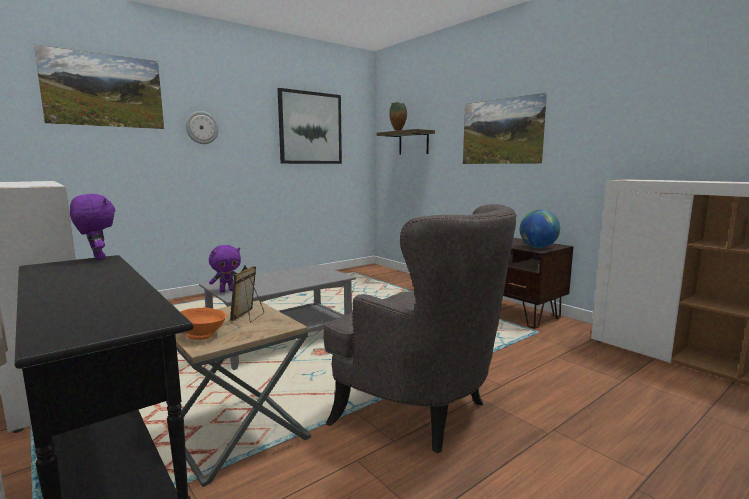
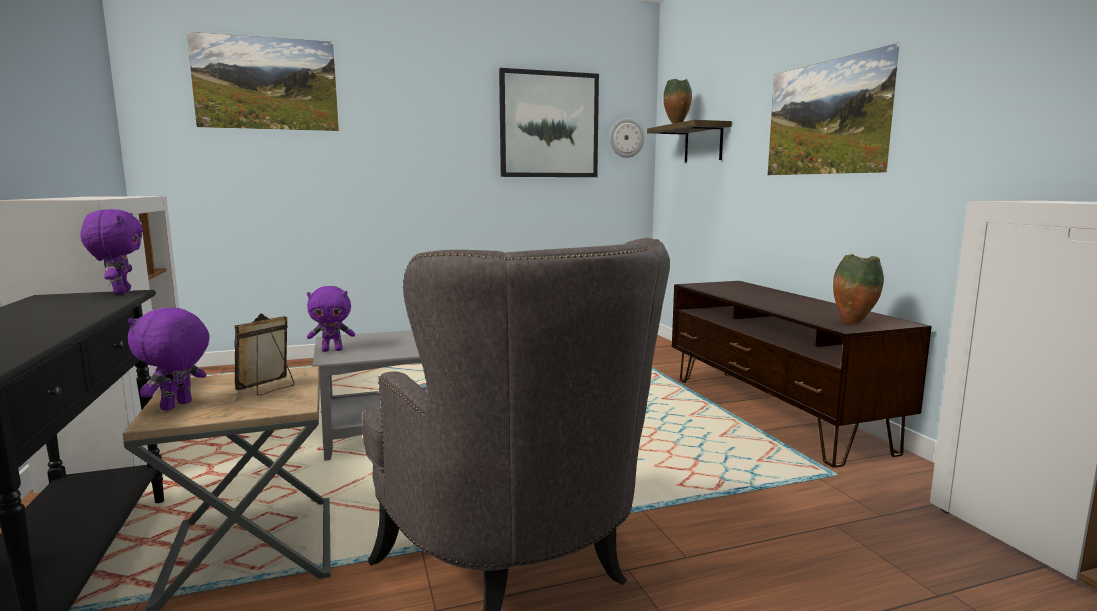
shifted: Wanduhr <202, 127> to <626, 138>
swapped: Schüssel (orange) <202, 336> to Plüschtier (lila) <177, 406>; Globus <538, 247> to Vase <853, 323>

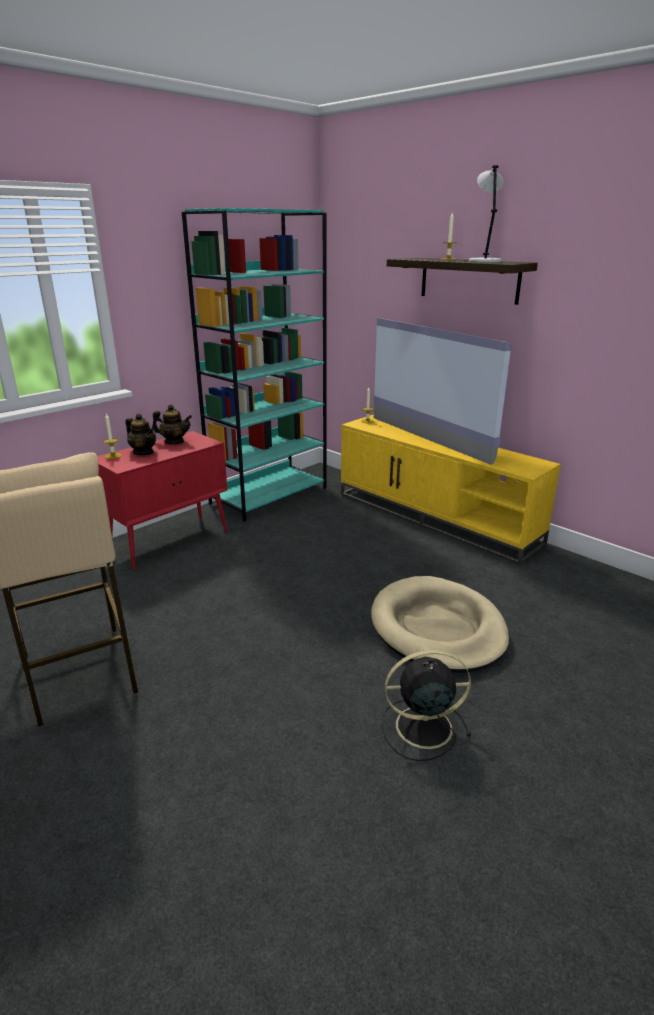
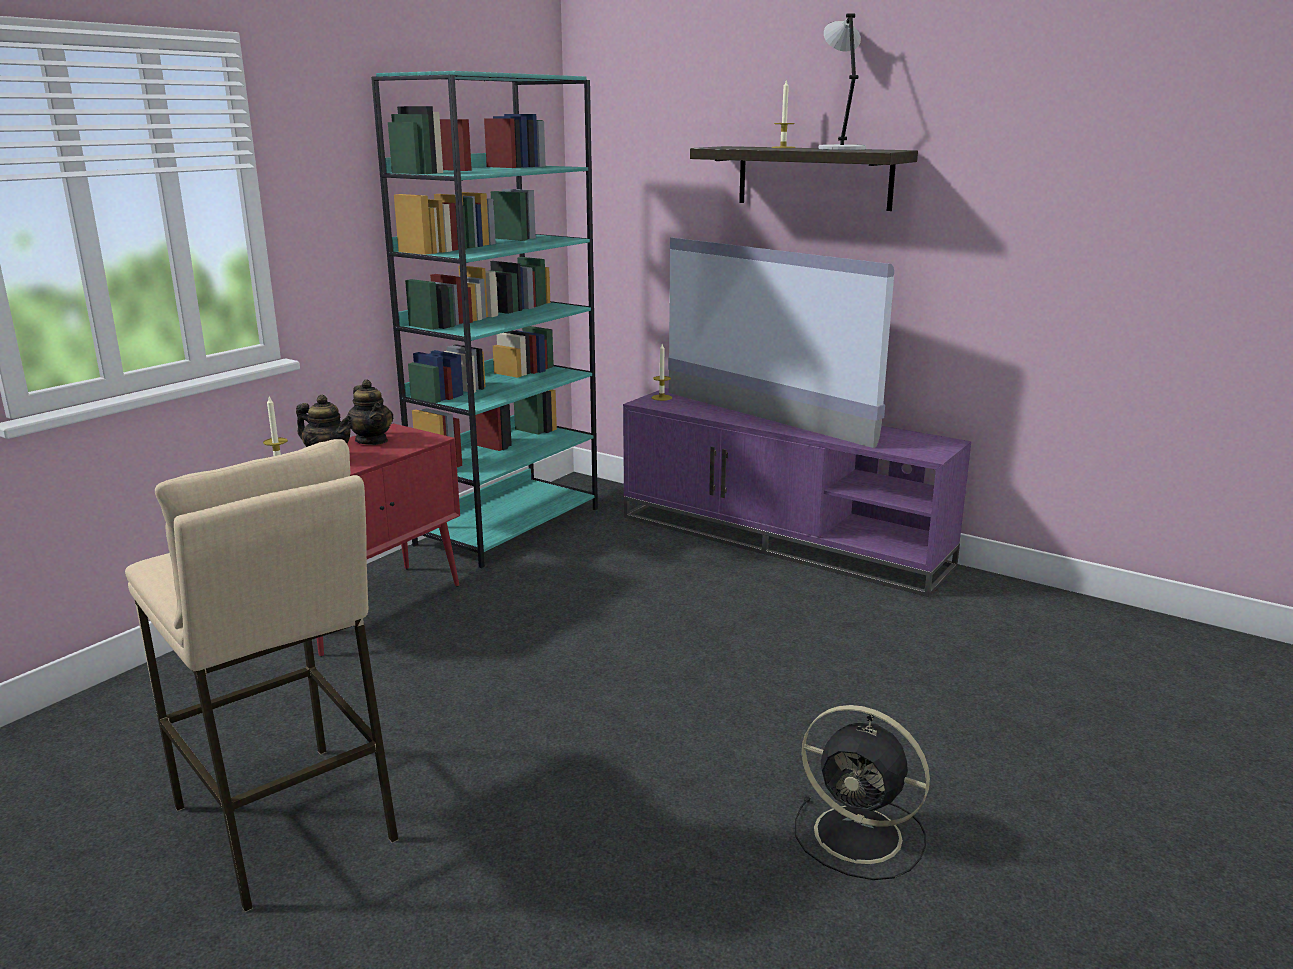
gone: Hundebett (beige) <437, 628>
repainted: Fernsehschrank (gelb) <436, 517> to Fernsehschrank (lila) <783, 540>
rotated: Teekanne <174, 442> = <372, 441> 60 degrees clockwise; Ventilator (schwarz) <421, 727> = <861, 836> 135 degrees counterclockwise

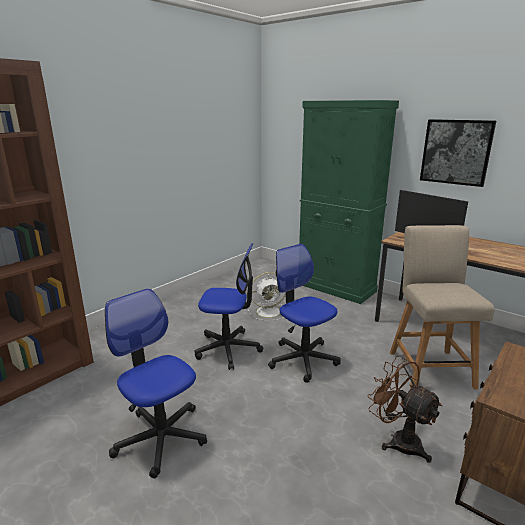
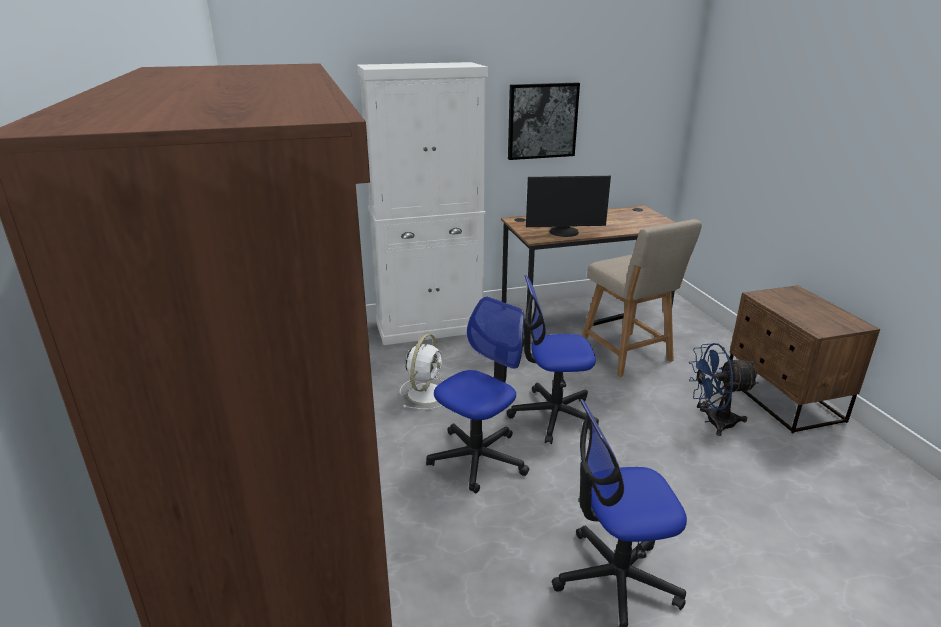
repainted: Schrank (grün) <336, 287> to Schrank (weiß) <430, 327>; Ventilator (braun) <399, 440> to Ventilator (blau) <713, 422>
rotated: Stuhl (beige) <429, 367> = <628, 356> 150 degrees counterclockwise

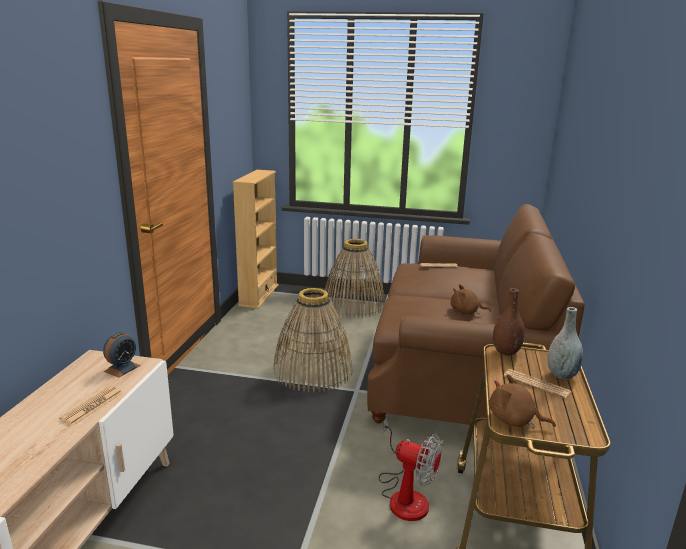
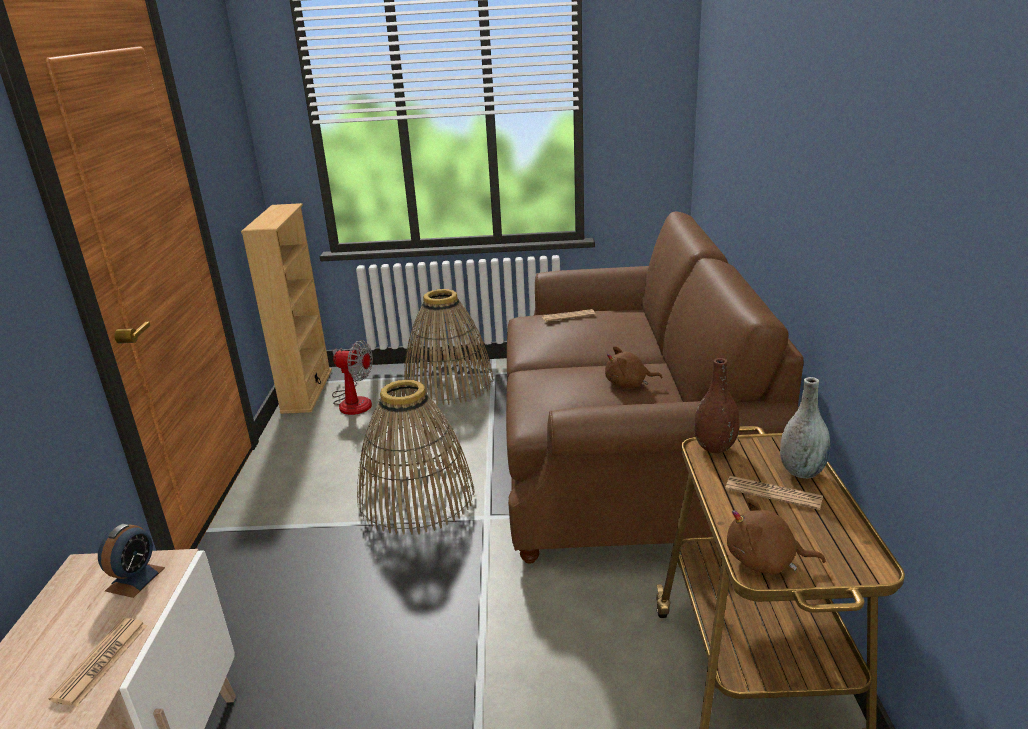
shifted: Ventilator <405, 495> to <353, 401>

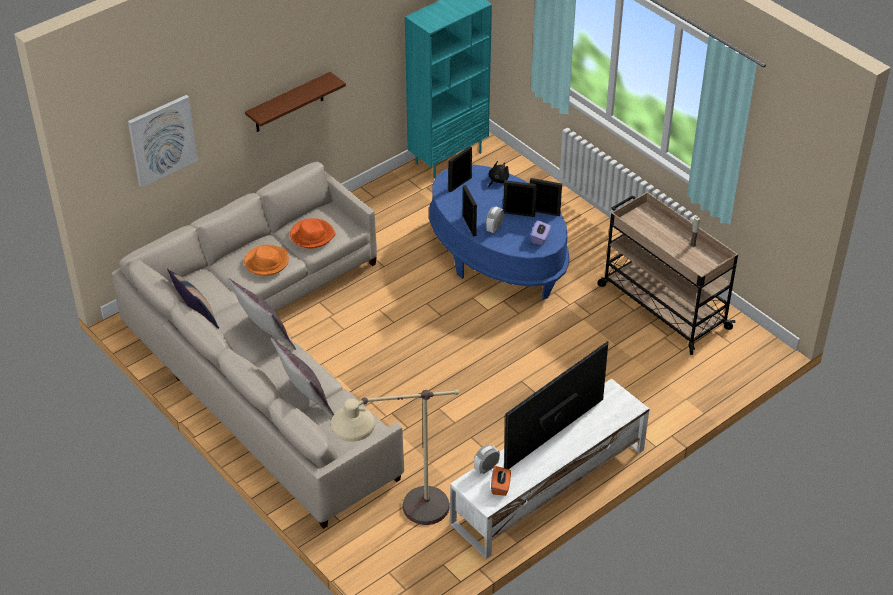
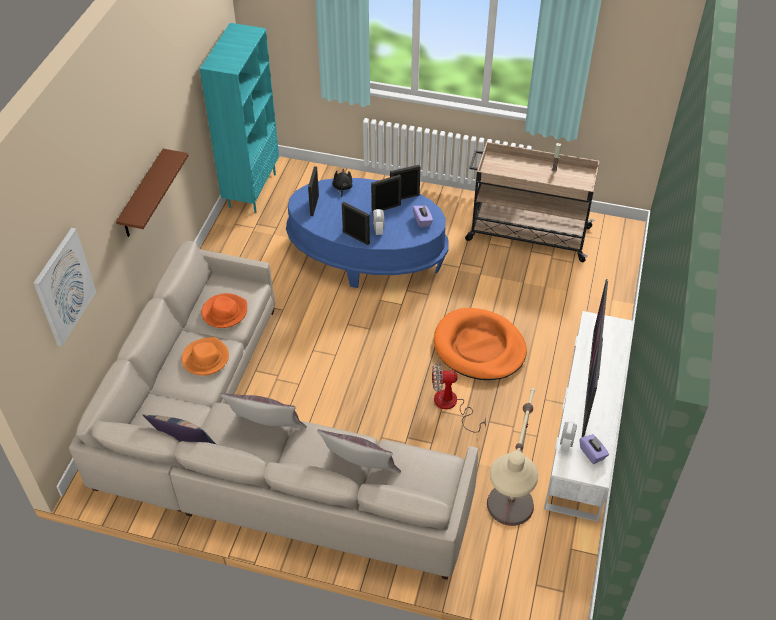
new: Ventilator <451, 405>; Hundebett (orange) <479, 347>
repainted: Taschentuchbox (orange) <500, 486> to Taschentuchbox (lila) <592, 453>

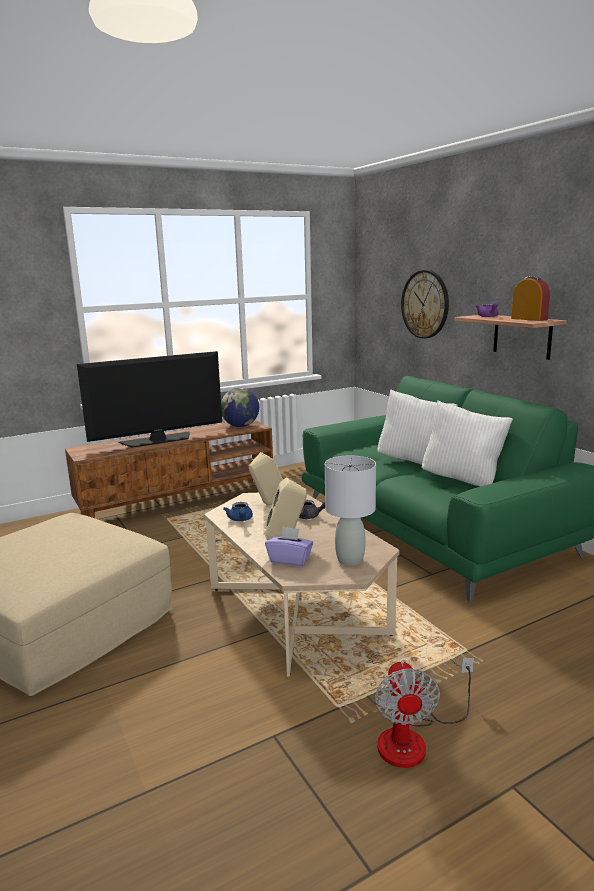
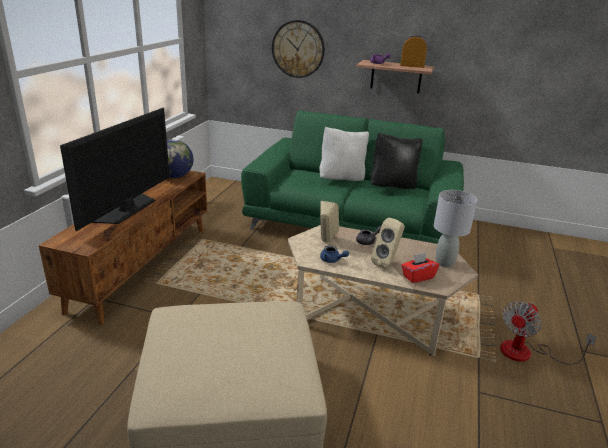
repainted: Taschentuchbox (lila) <290, 560> to Taschentuchbox (rot) <417, 277>; Kissen (weiß) <463, 480> to Kissen (schwarz) <392, 186>
rotated: Ventilator <414, 739> = <526, 353> 90 degrees clockwise

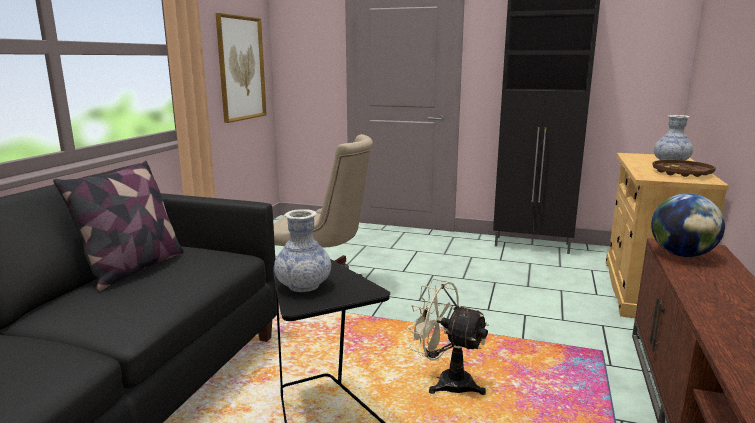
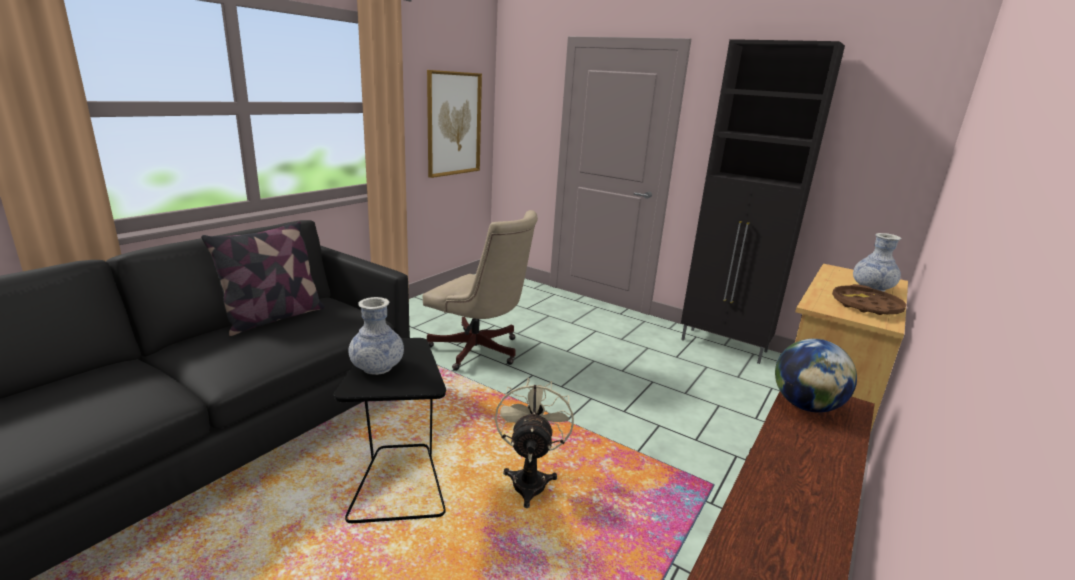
rotated: Ventilator (beige) <446, 381> = <529, 479> 45 degrees clockwise

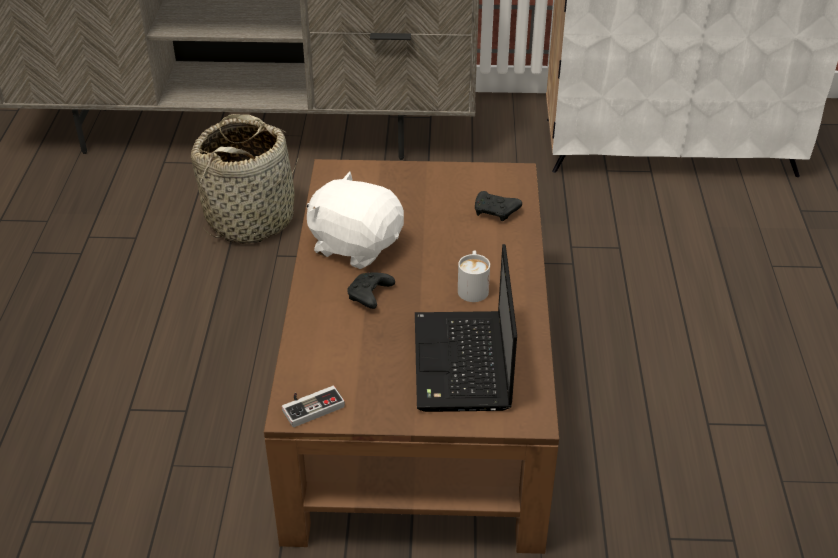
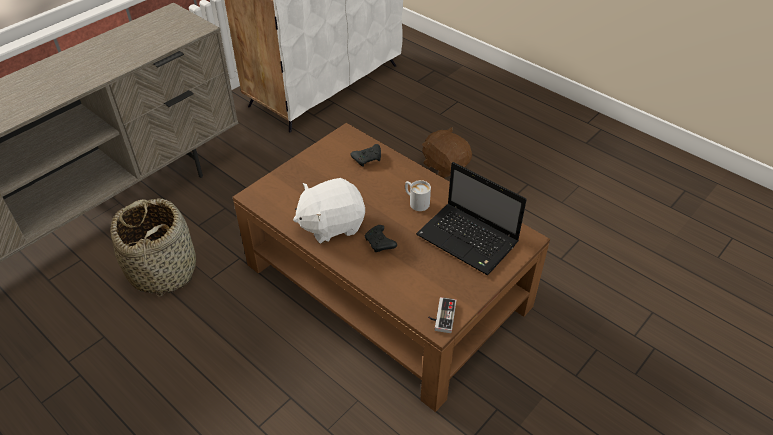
new: Plüschtier (braun) <445, 165>

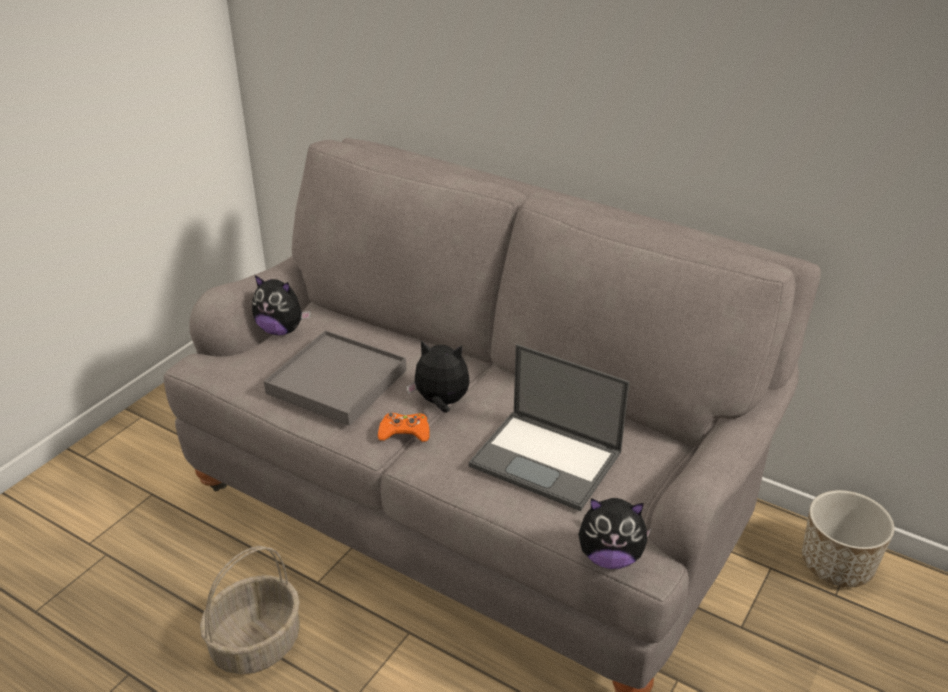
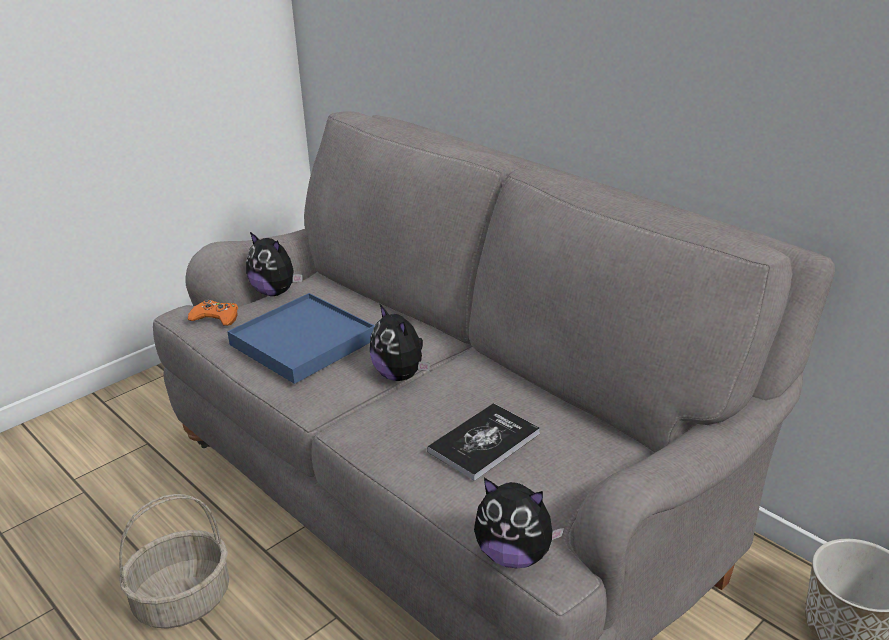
shifted: Gamepad (orange) <404, 432> to <216, 318>
swapped: Laptop <547, 459> to Buch <484, 442>
repainted: Tablett (grau) <336, 382> to Tablett (blau) <302, 342>
rotated: Plüschtier <441, 403> = <400, 375> 150 degrees counterclockwise

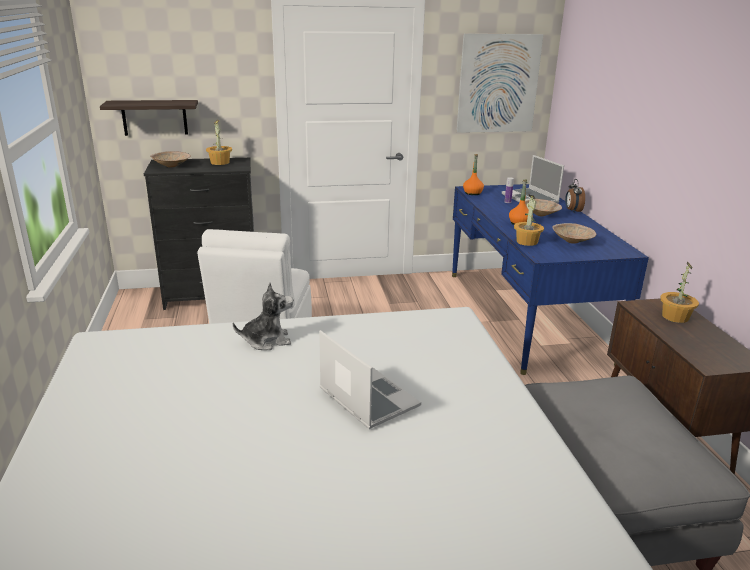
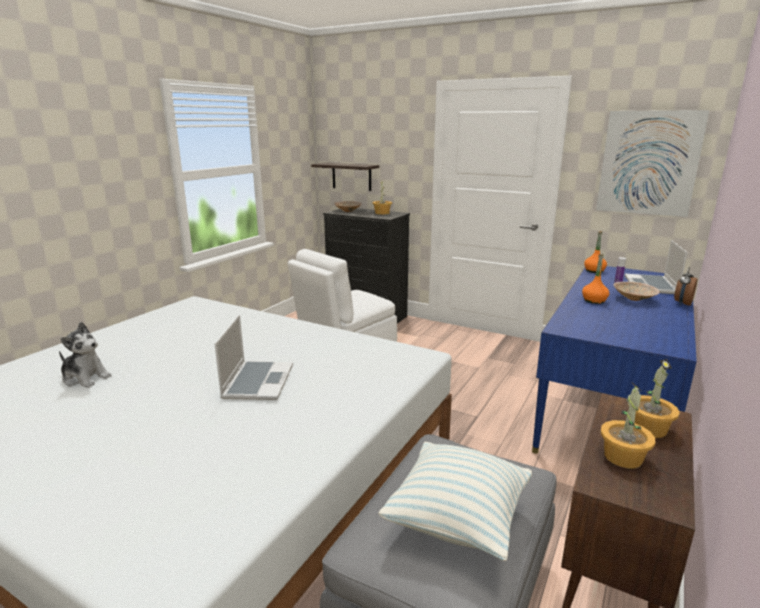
gone: Schüssel (beige) <572, 242>
new: Kissen <457, 520>
shifted: Plüschtier <267, 341> to <85, 378>; Topfpflanze <526, 242> to <622, 457>

